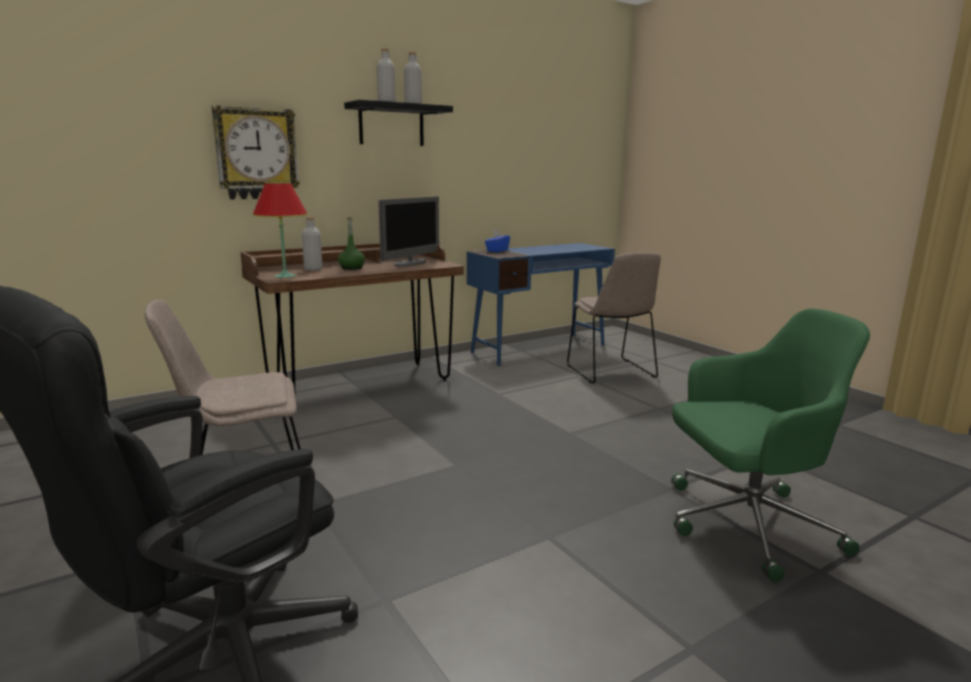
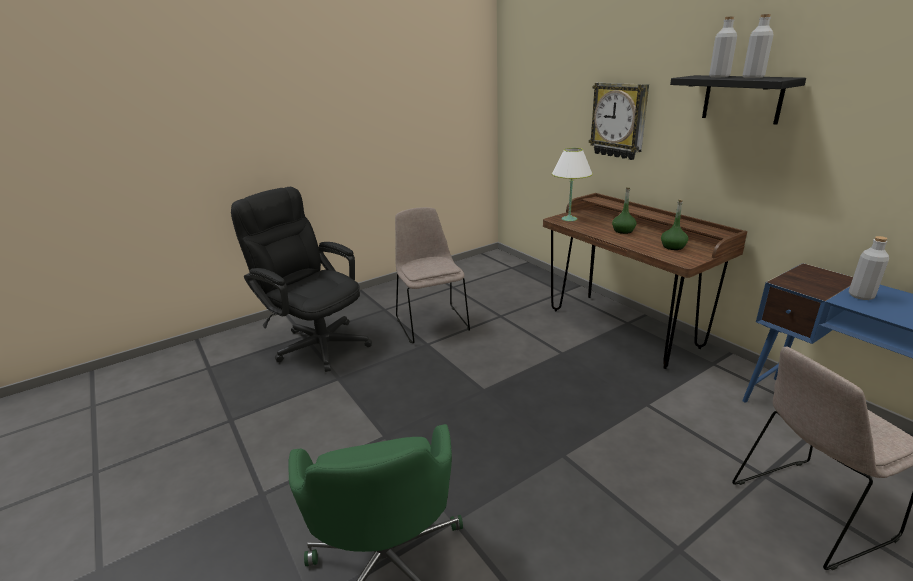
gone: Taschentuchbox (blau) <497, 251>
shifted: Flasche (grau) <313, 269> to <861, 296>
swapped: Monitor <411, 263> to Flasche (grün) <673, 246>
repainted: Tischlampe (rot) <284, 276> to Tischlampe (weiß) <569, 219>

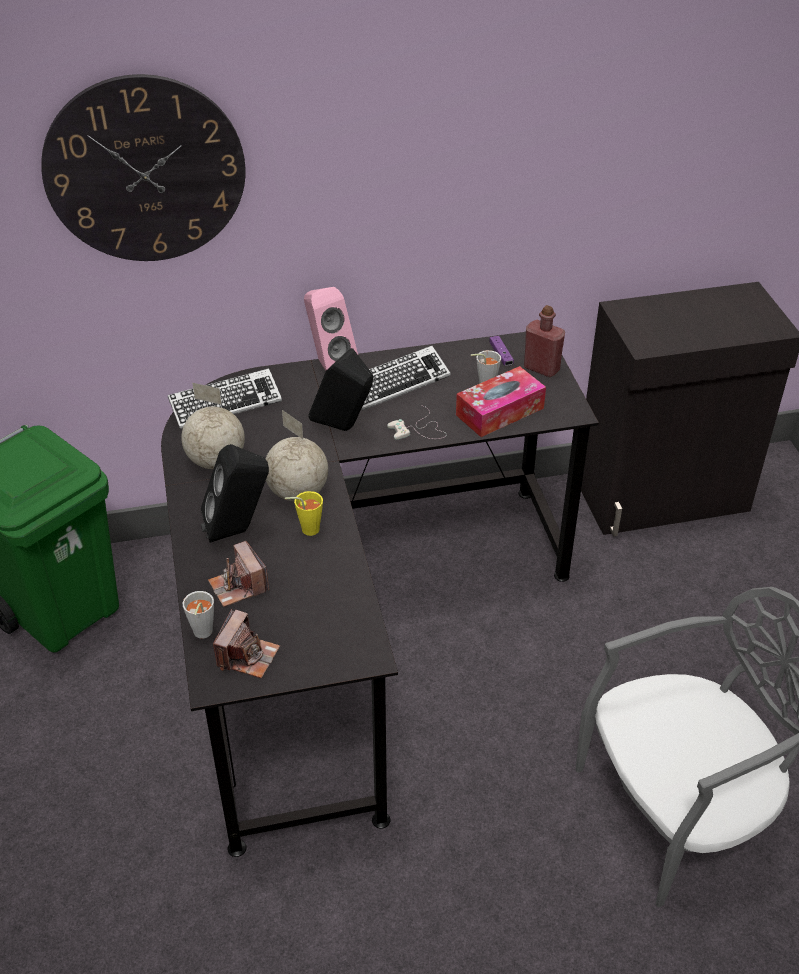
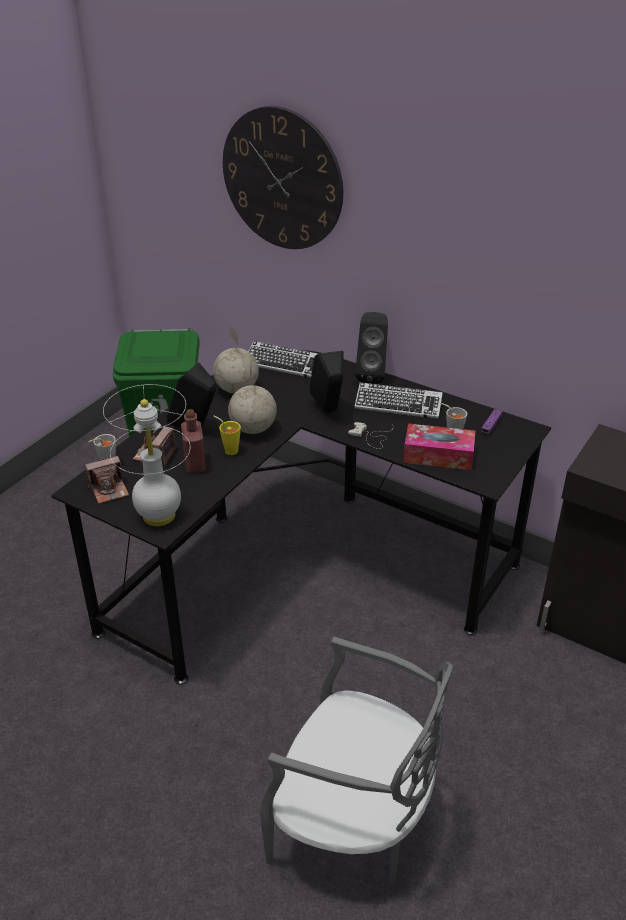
new: Tischlampe (weiß) <158, 515>
shifted: Flasche (rot) <541, 368> to <195, 464>
repainted: Lautsprecher (rosa) <328, 366> to Lautsprecher (schwarz) <372, 375>

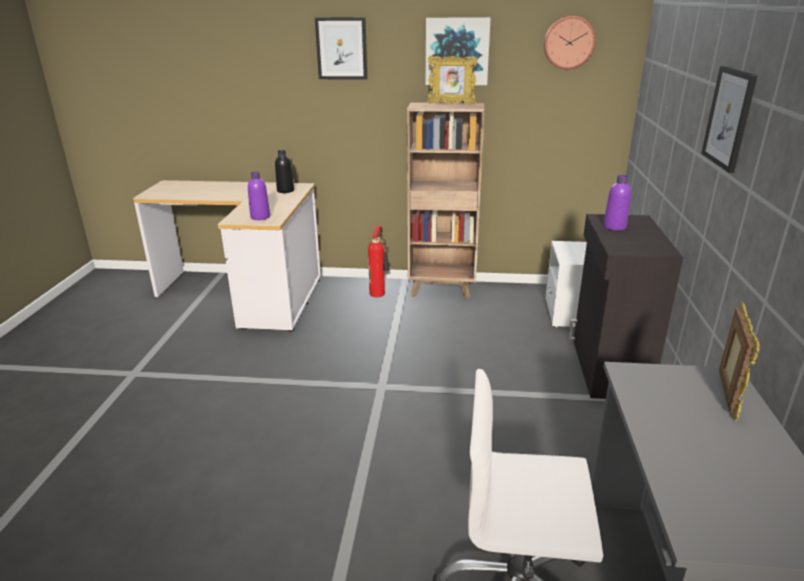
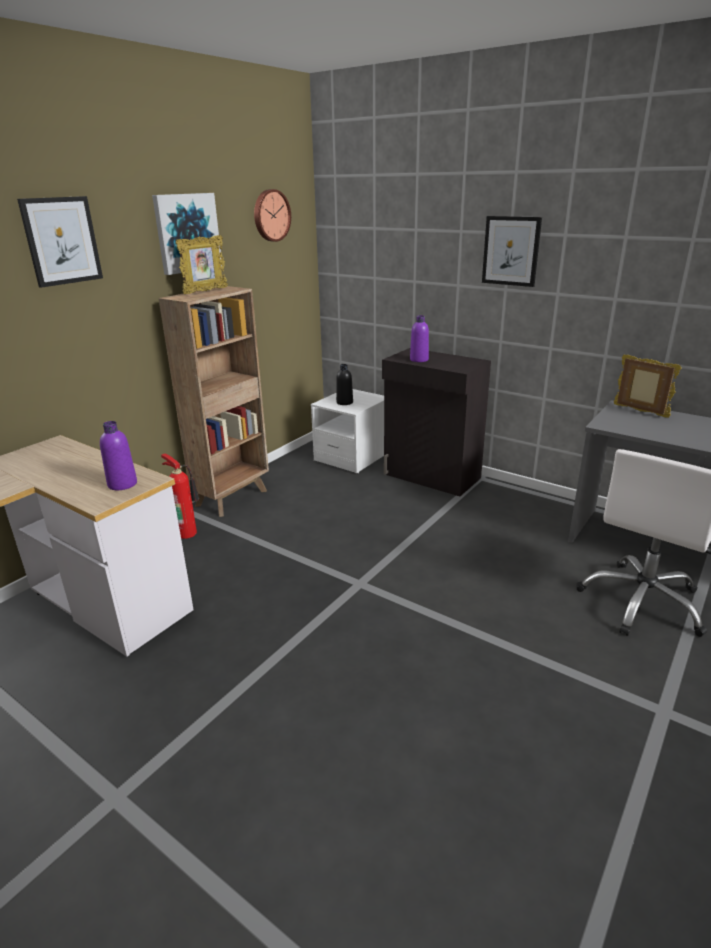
shifted: Flasche (schwarz) <285, 190> to <344, 402>

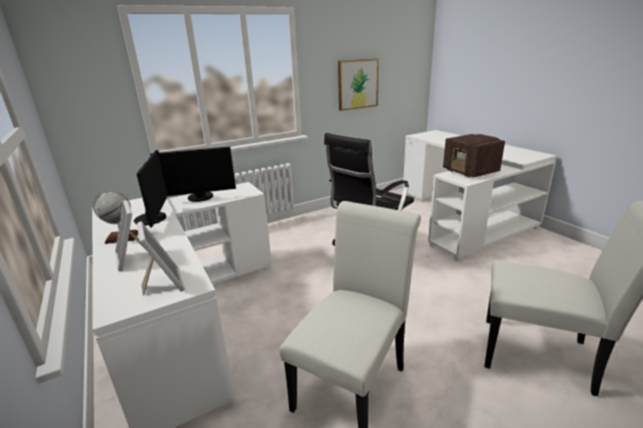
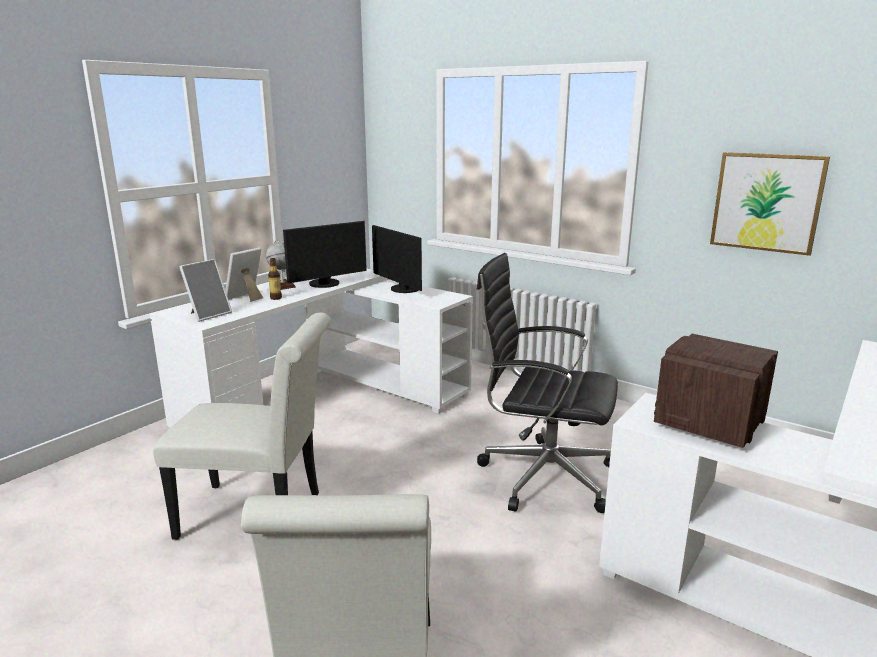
new: Flasche <276, 298>

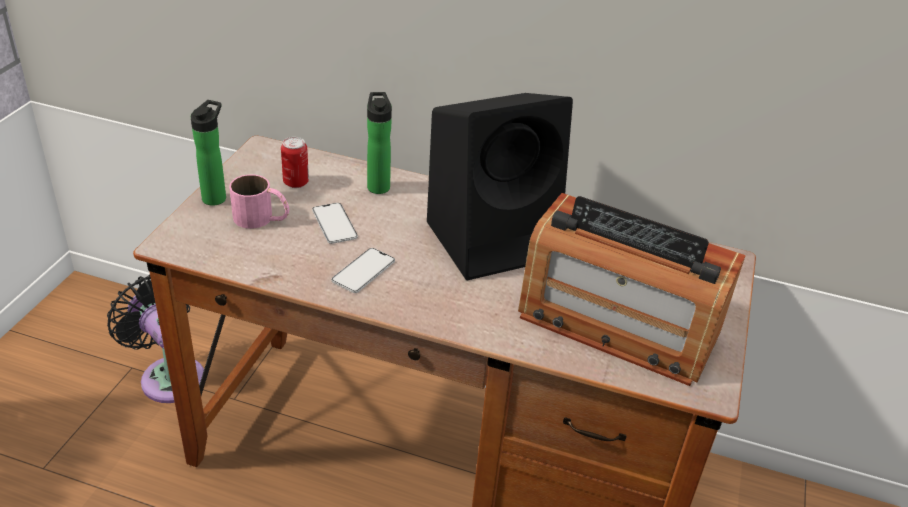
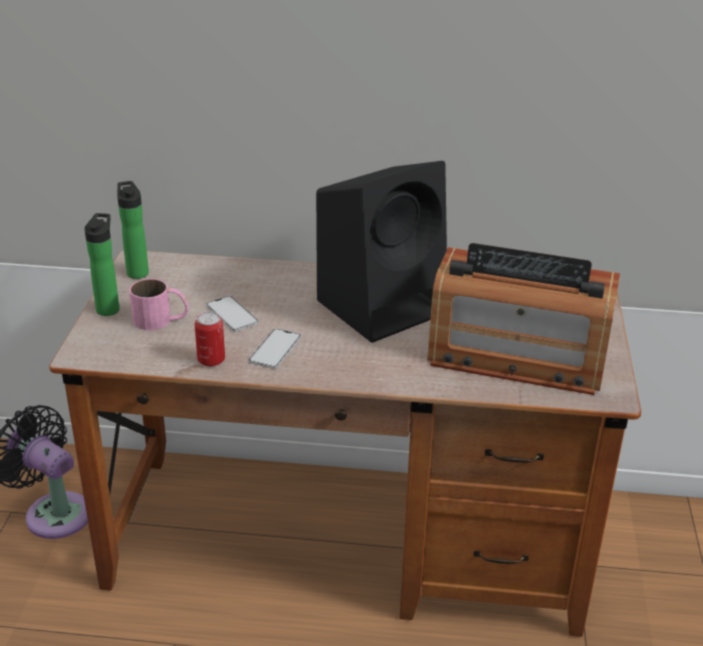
shifted: Dose <296, 182> to <211, 360>; Flasche <378, 185> to <137, 271>

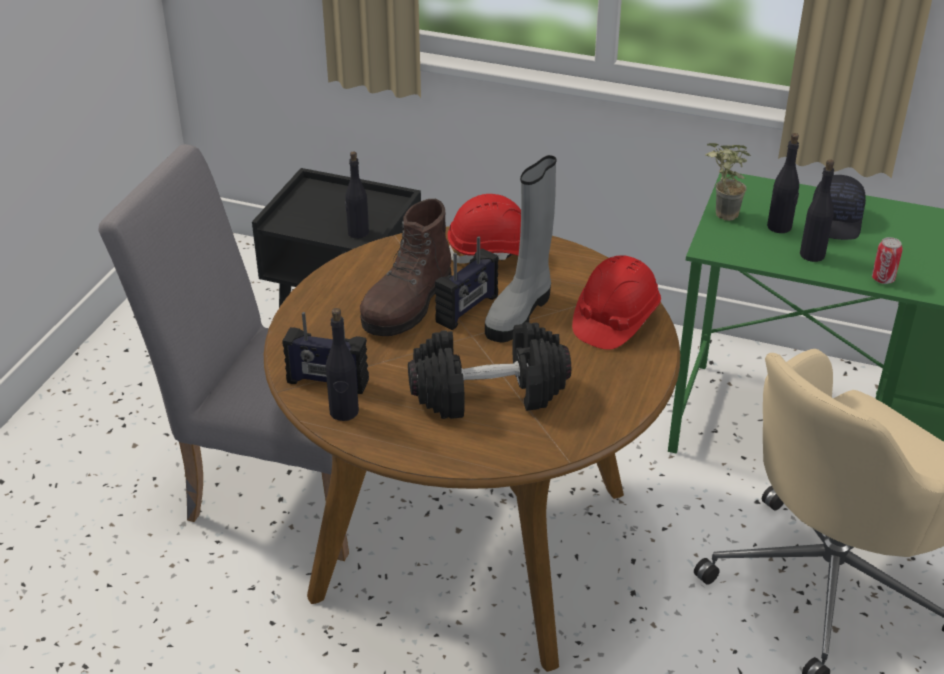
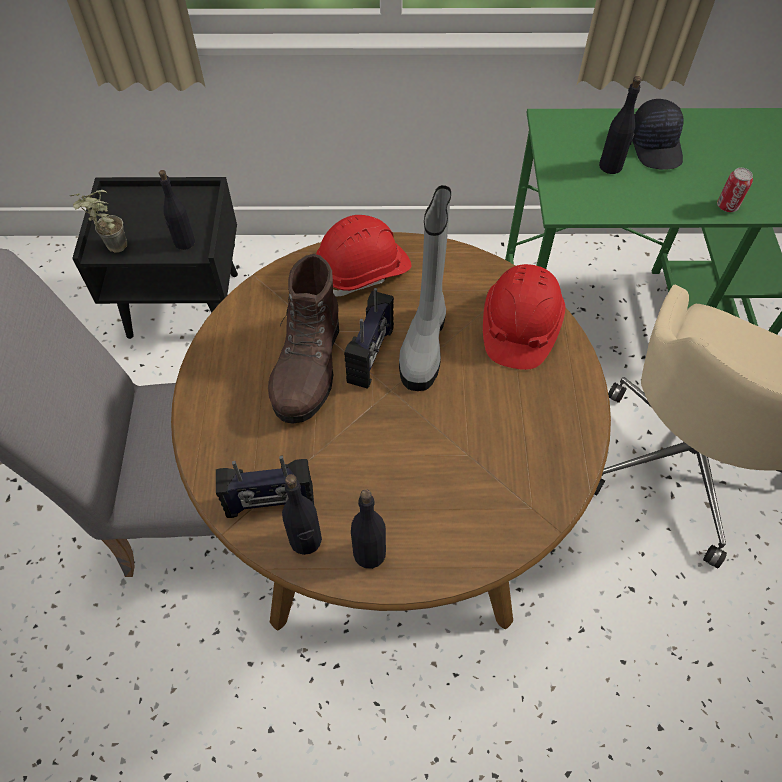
gone: Hantel (schwarz) <489, 393>
shifted: Topfpflanze <719, 215> to <111, 247>; Flasche (schwarz) <812, 255> to <369, 552>

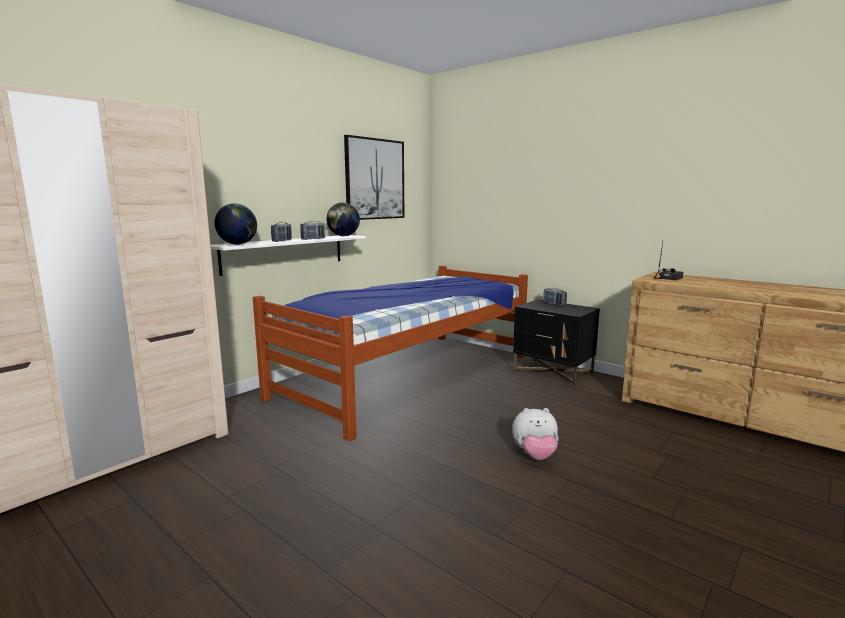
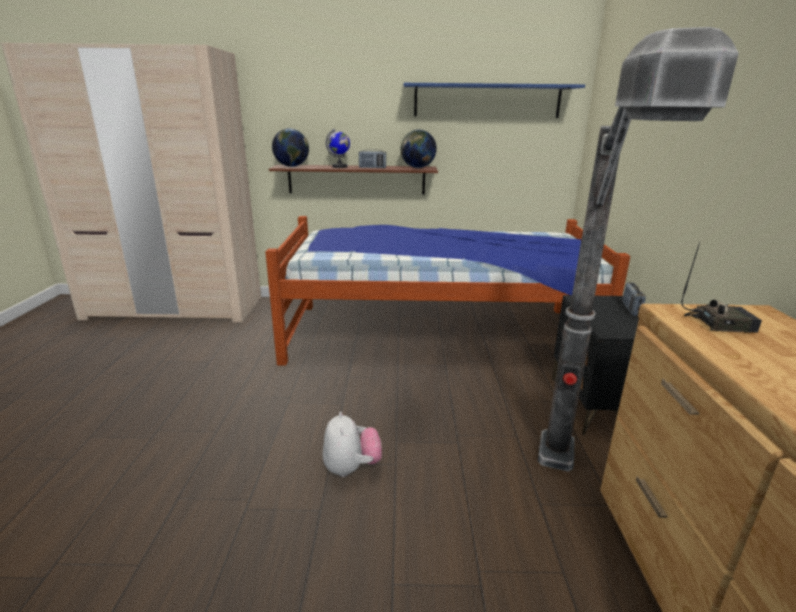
new: Stehlampe <549, 549>
swapped: Radio <282, 241> to Globus <340, 167>; Bild <375, 179> to Wandregal (blau) <487, 101>
repainted: Wandregal (weiß) <285, 253> to Wandregal (braun) <356, 179>
rotated: Plüschtier <535, 455> = <351, 468> 150 degrees counterclockwise

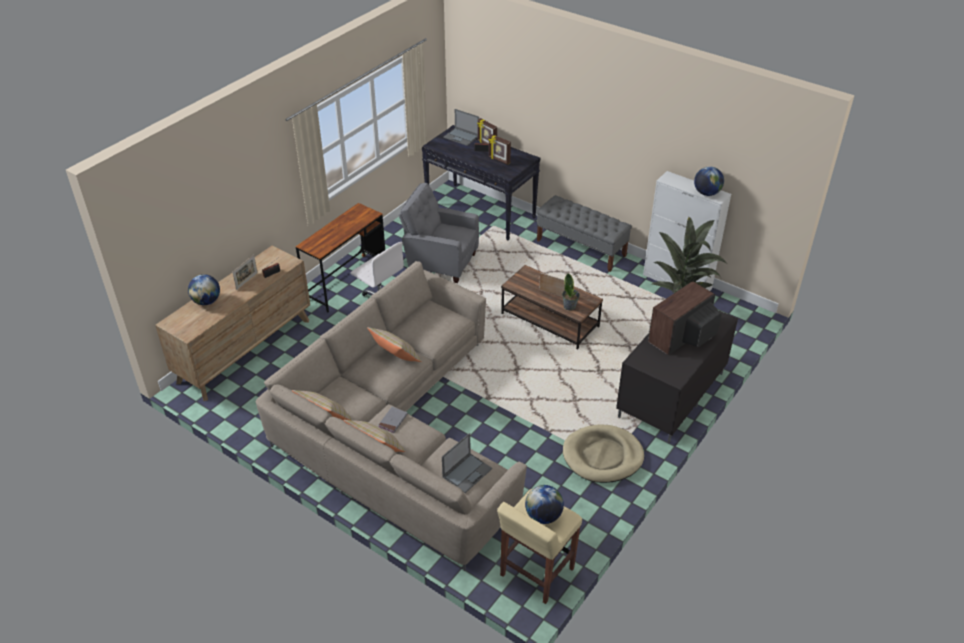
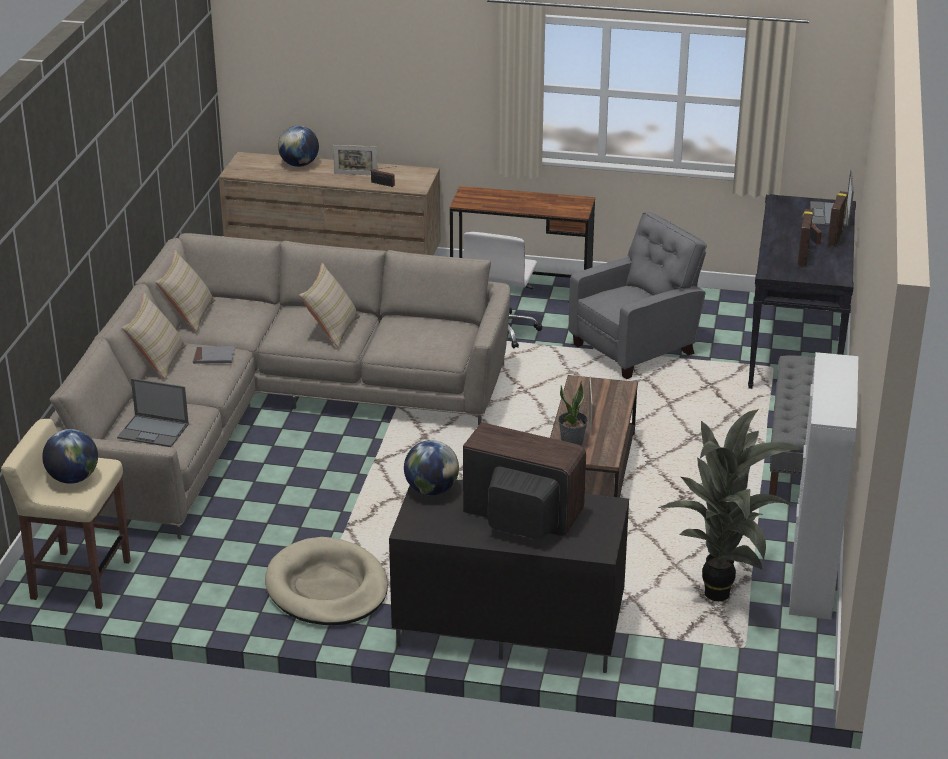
shifted: Globus <706, 193> to <431, 490>
rotated: Sessel (grau) <440, 262> = <636, 348> 60 degrees clockwise

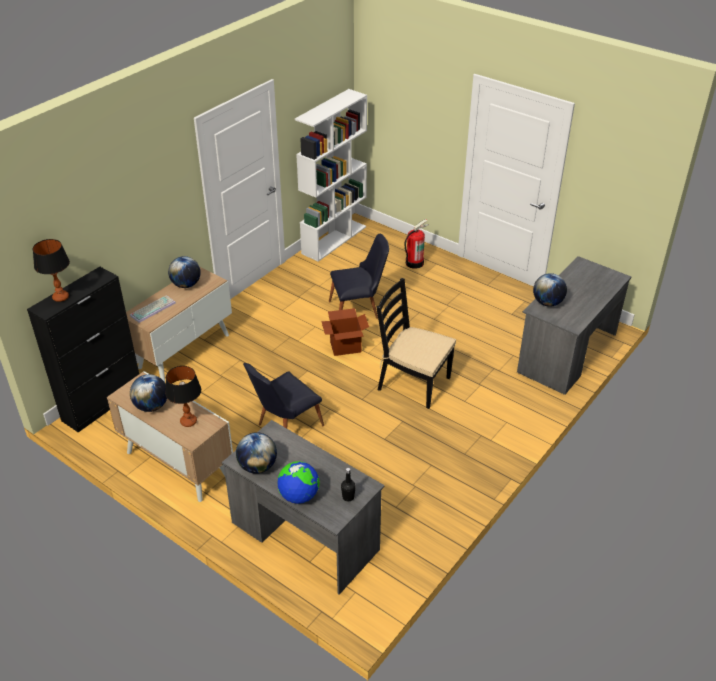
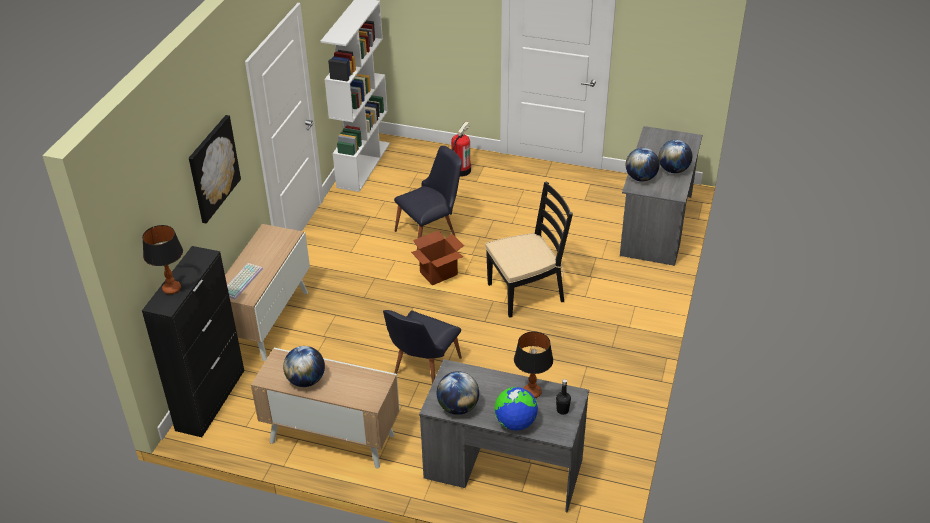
new: Bild <213, 168>
shifted: Tischlampe <188, 421> to <532, 392>; Globus <186, 285> to <673, 170>
rotated: Stuhl (schwarz) <413, 383> = <526, 292> 150 degrees clockwise

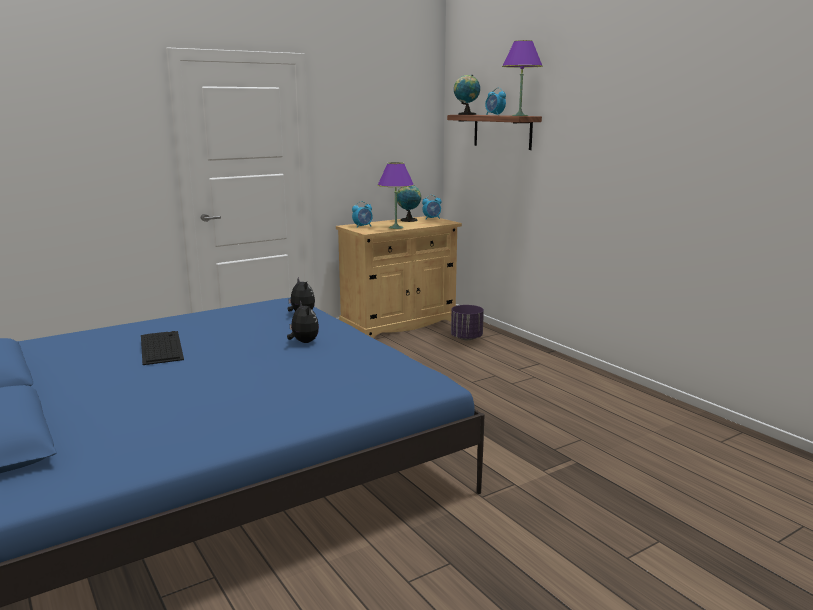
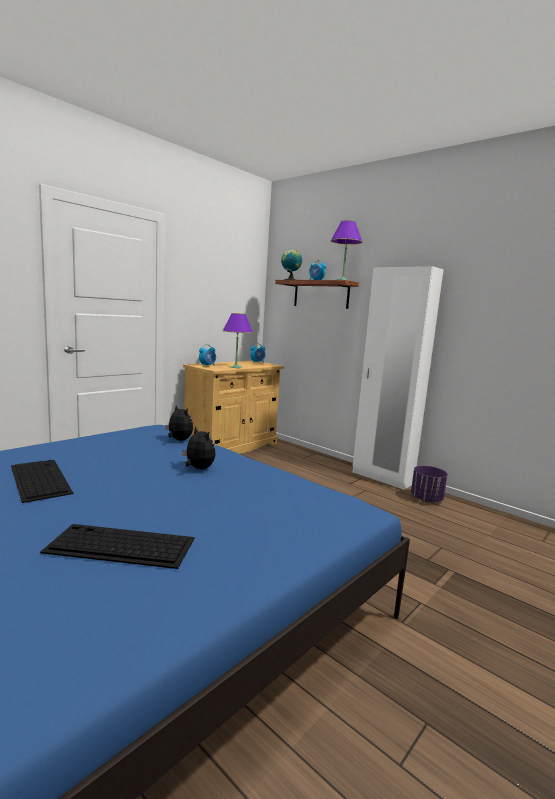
gone: Globus <408, 220>
new: Tastatur <119, 545>; Kleiderschrank (weiß) <382, 478>
shifted: Pflanzkübel (lila) <466, 338> to <426, 499>

